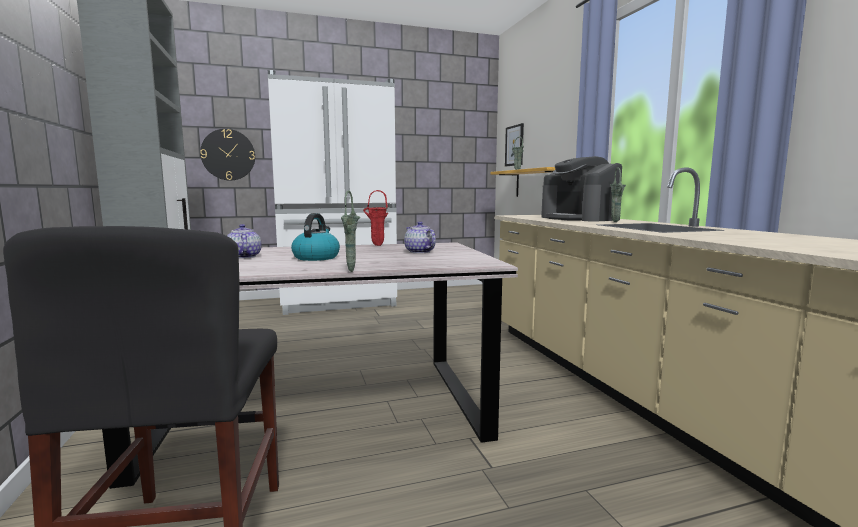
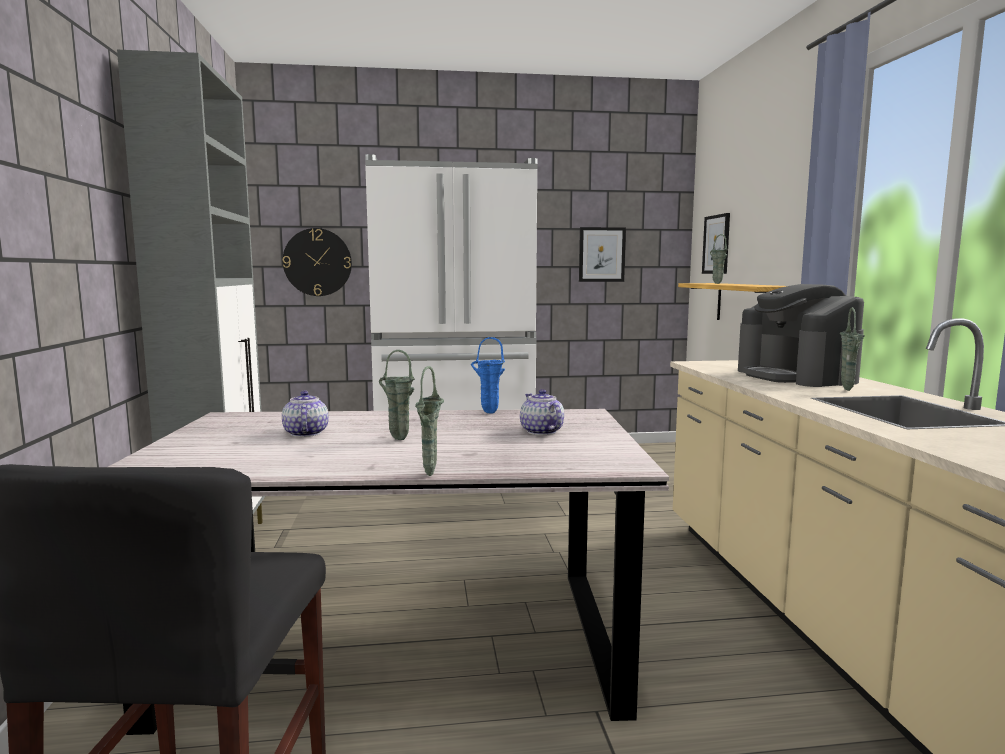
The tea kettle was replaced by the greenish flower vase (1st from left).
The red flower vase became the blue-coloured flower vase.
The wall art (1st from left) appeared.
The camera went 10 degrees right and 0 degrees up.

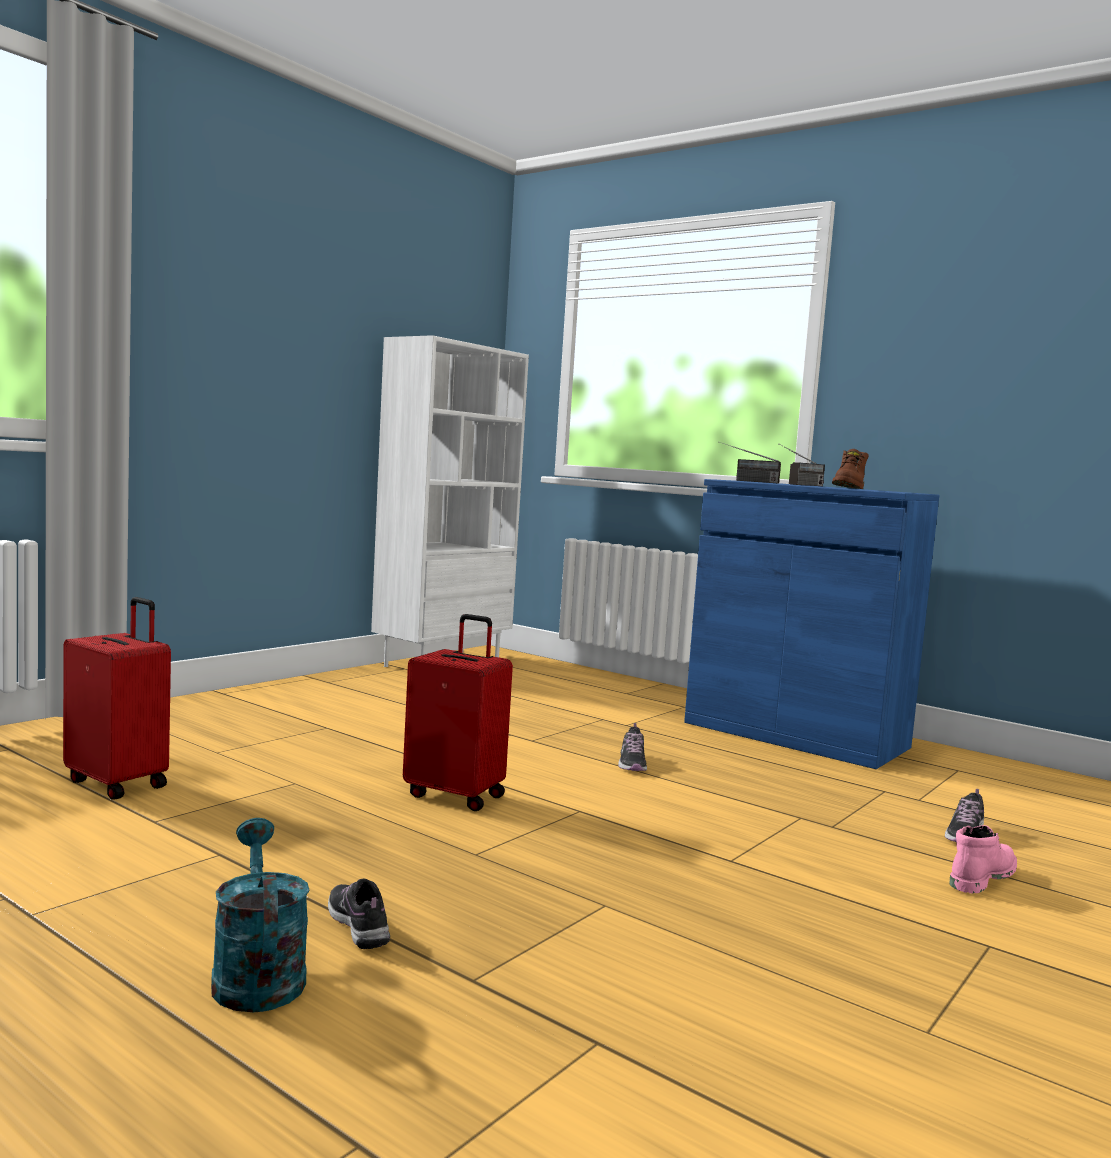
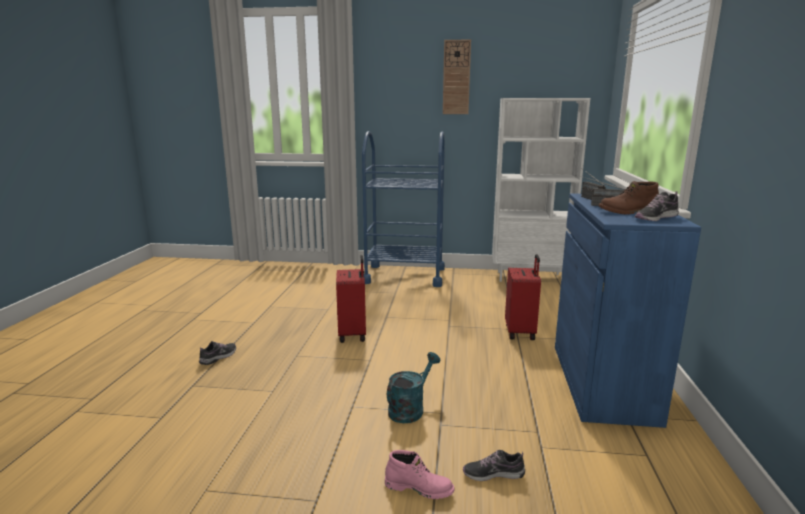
The blue-coloured cart appeared.
The blue-green sprinkling can moved.
The clock on the wall appeared.
The red suitcase (1st from left in the first image) moved.
The shoe (2nd from left in the first image) moved.
The camera went 60 degrees right and 10 degrees up.

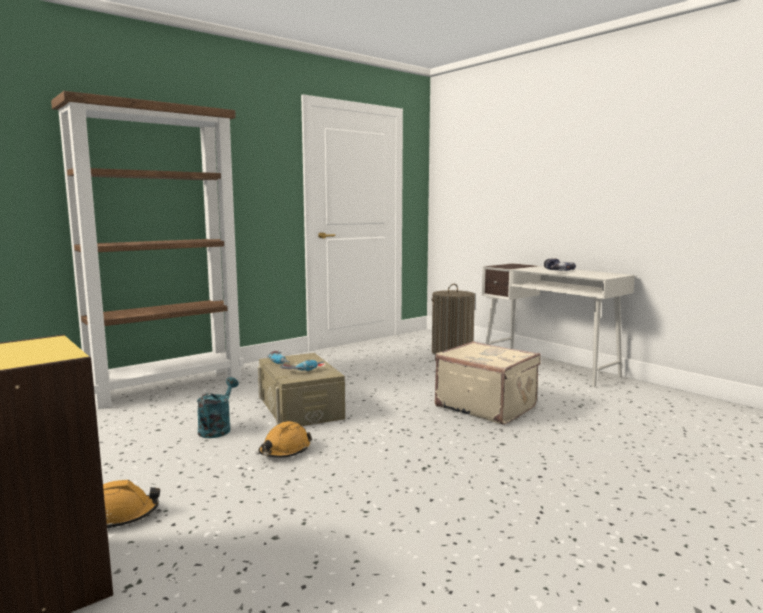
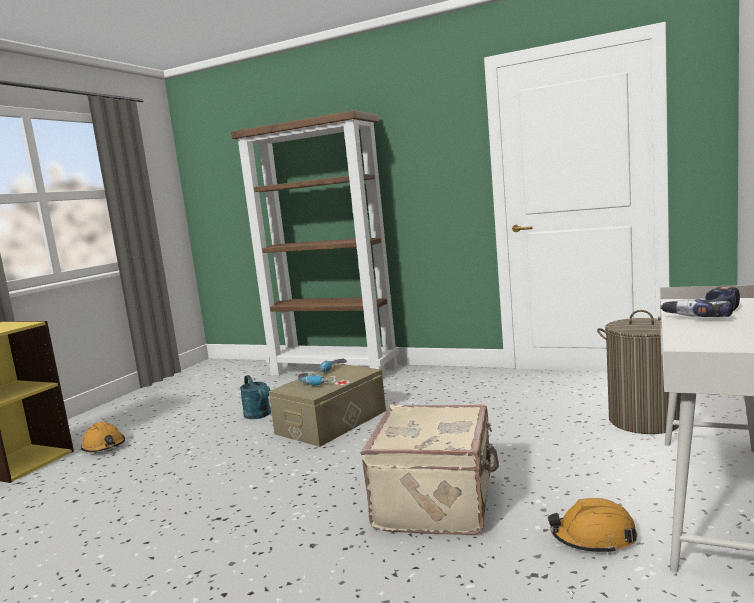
The blue-green sprinkling can turned 75 degrees clockwise.
The orange work helmet (2nd from left) moved.
The camera went 65 degrees right and 0 degrees up.

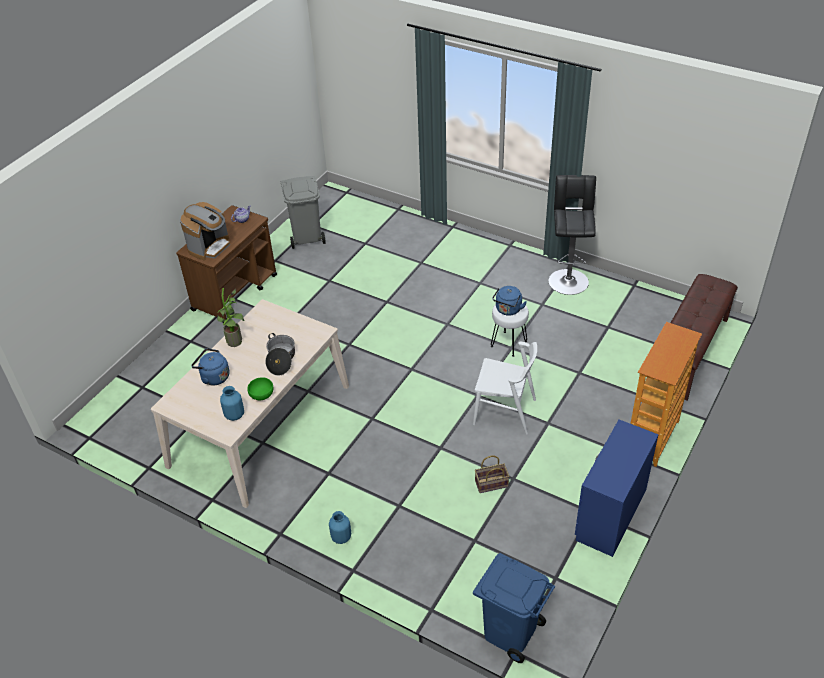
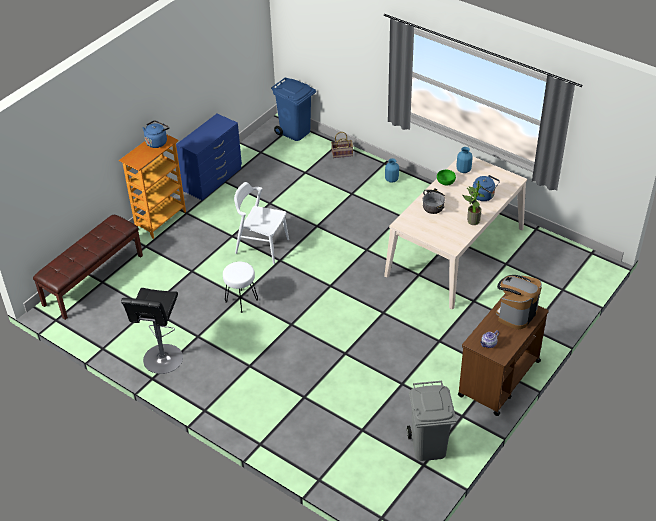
The blue-coloured tea kettle (2nd from left in the first image) moved.
The storage basket moved.
The camera went 175 degrees left and 0 degrees up.

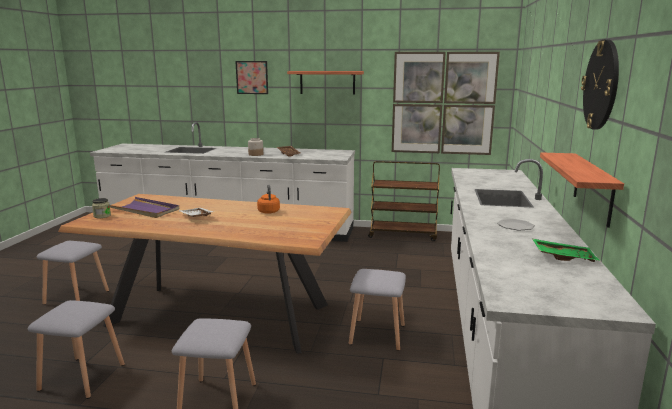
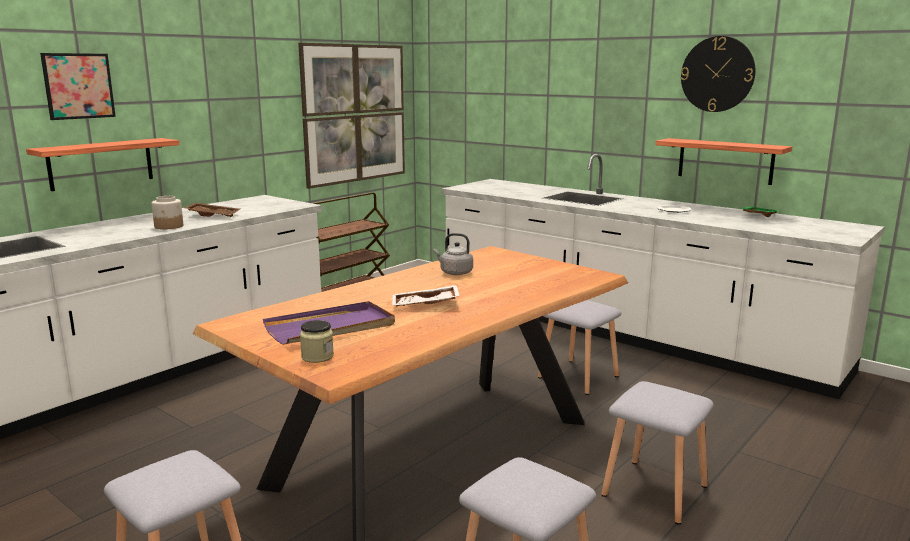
The shelf (1st from left) moved.
The orange tea kettle became the greyish tea kettle.
The camera went 60 degrees left and 0 degrees up.

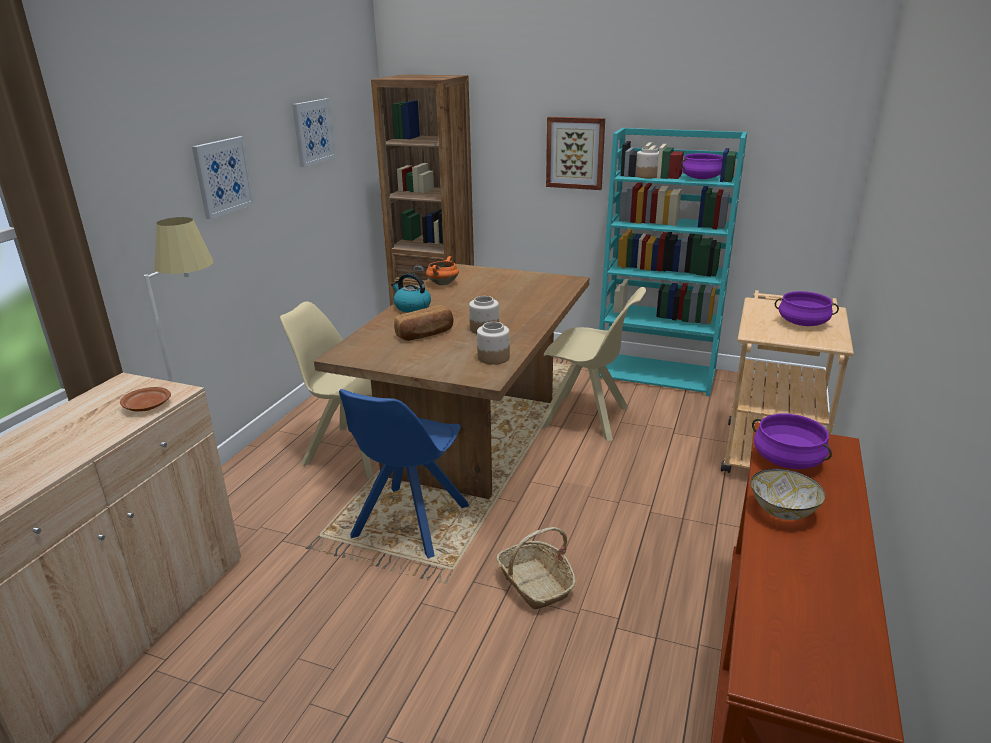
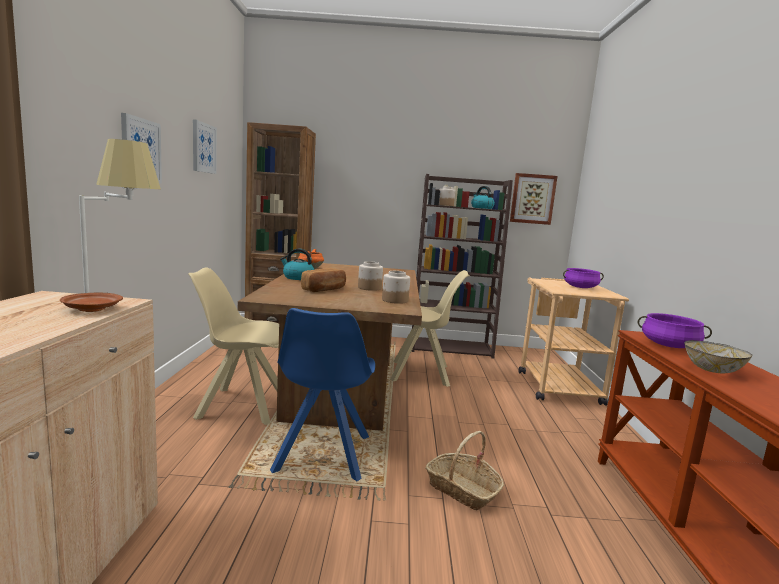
The blue-green bookcase became the brownish bookcase (2nd from left).
The purple-coloured cooking pot (1st from left) was replaced by the tea kettle (2nd from left).
The wall art (3rd from left) moved.
The camera went 20 degrees left and 15 degrees down.

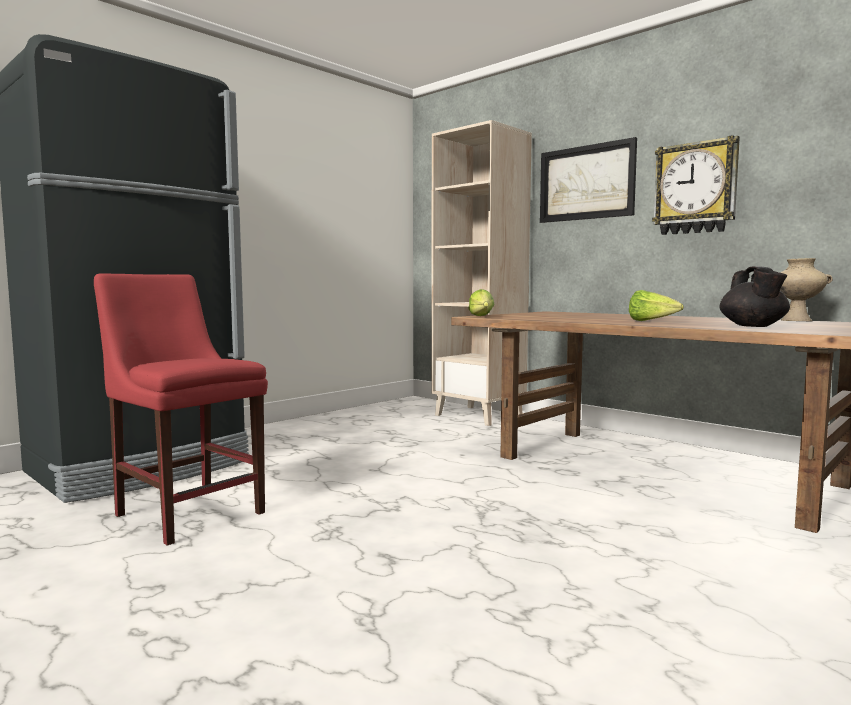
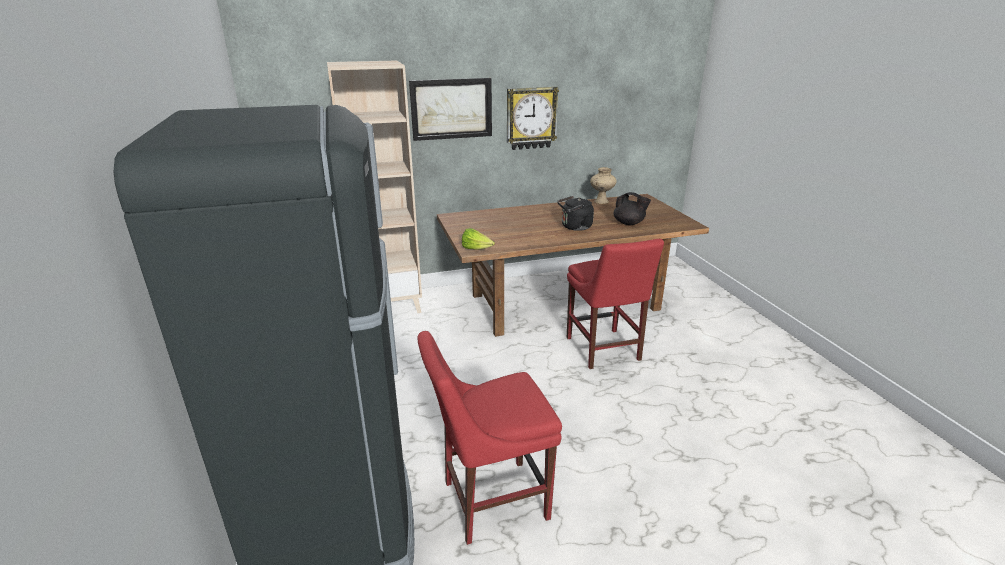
The head of lettuce (2nd from left) was replaced by the black-coloured tea kettle.
The red plain chair (2nd from left) appeared.
The camera went 60 degrees left and 20 degrees up.

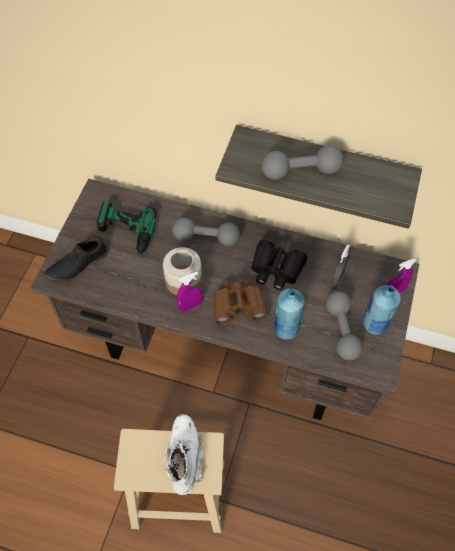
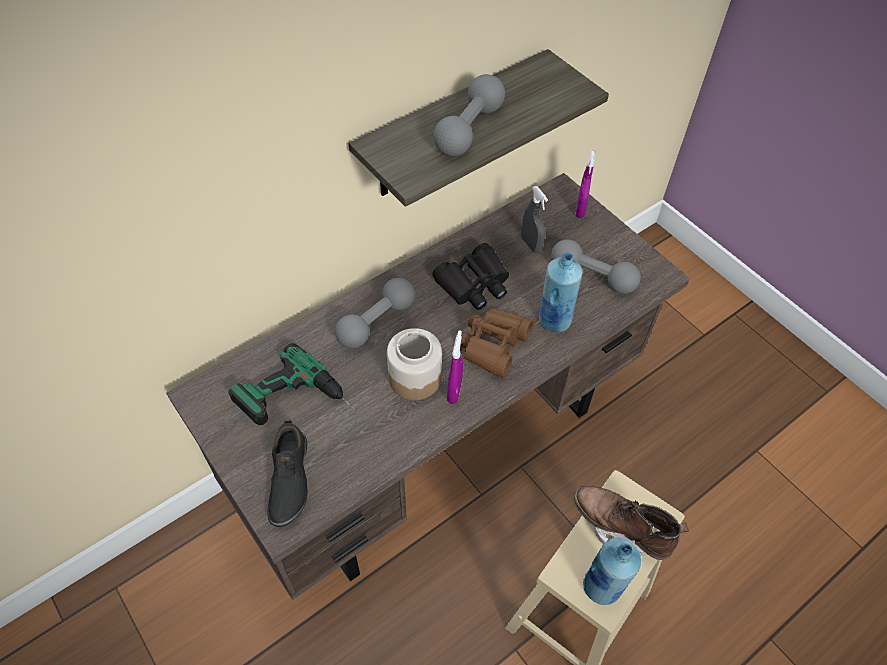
The whitish boot became the brownish boot.
The blue-coloured bottle (2nd from left) moved.
The camera went 55 degrees left and 5 degrees down.

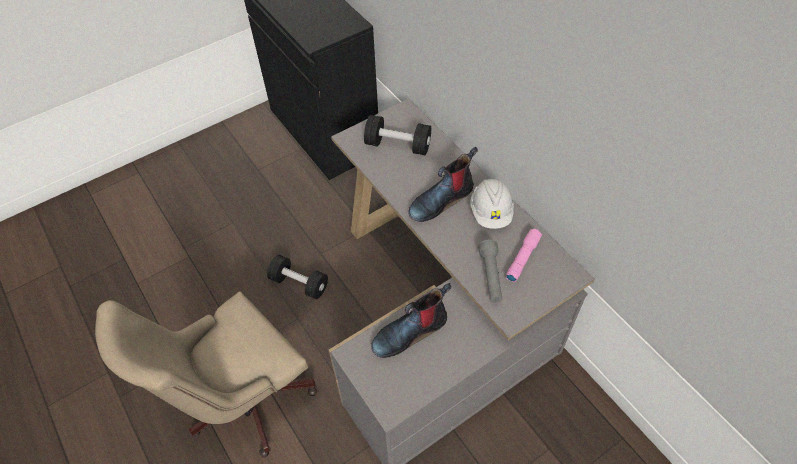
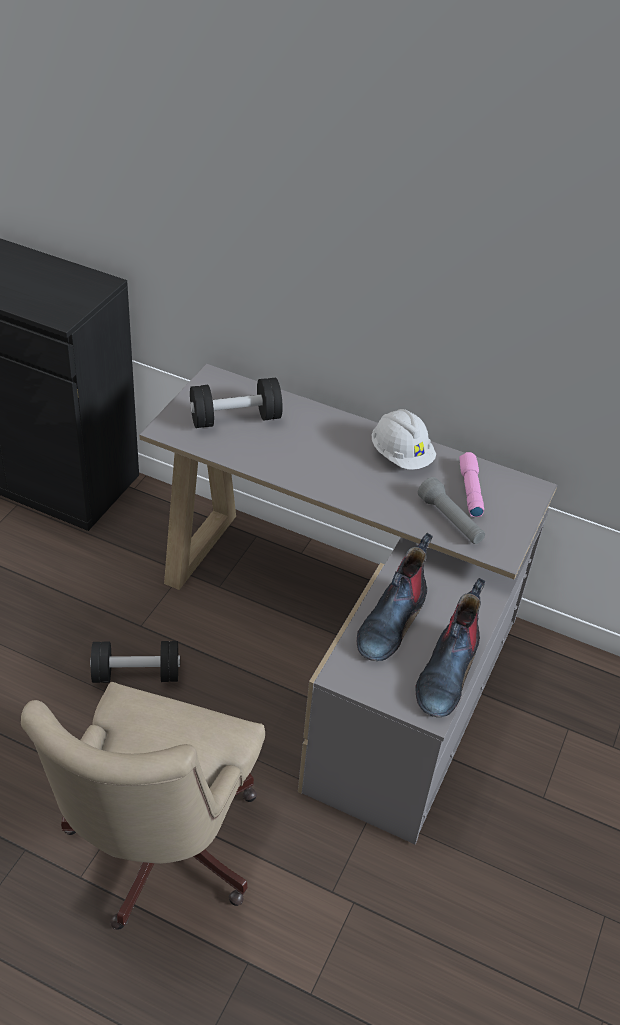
The boot (2nd from left) moved.
The camera went 35 degrees left and 10 degrees down.

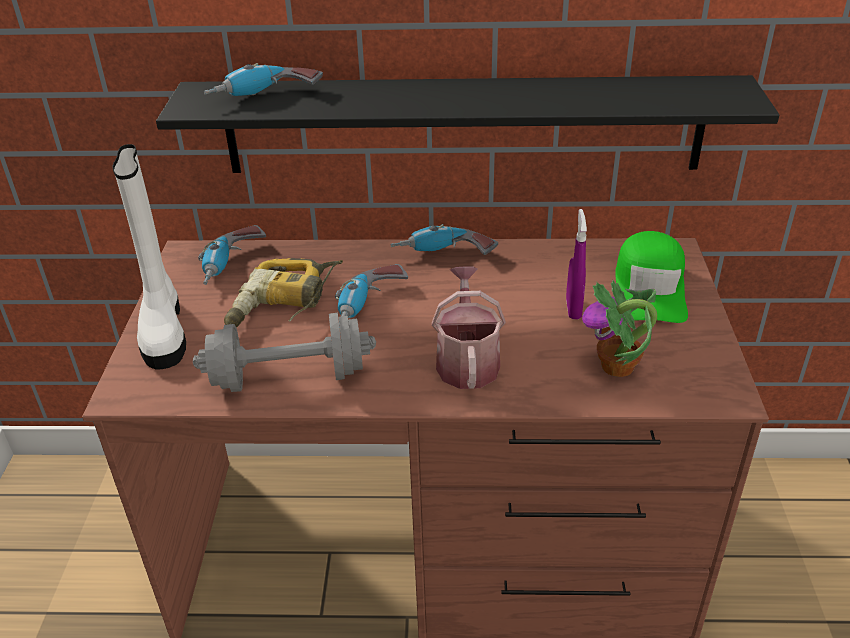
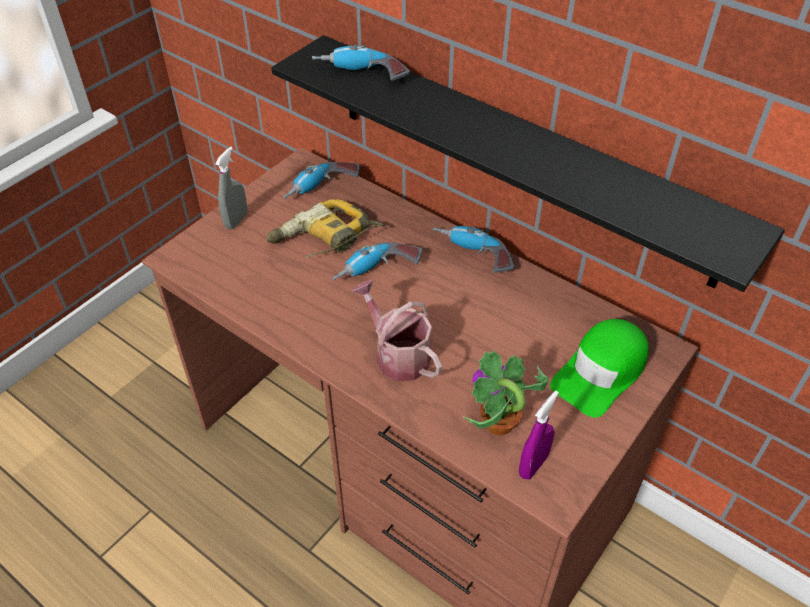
The whitish boot was replaced by the greyish spray bottle.
The sprinkling can turned 75 degrees counterclockwise.
The purple-coloured spray bottle moved.
The greyish free weight disappeared.
The camera went 35 degrees right and 10 degrees up.

